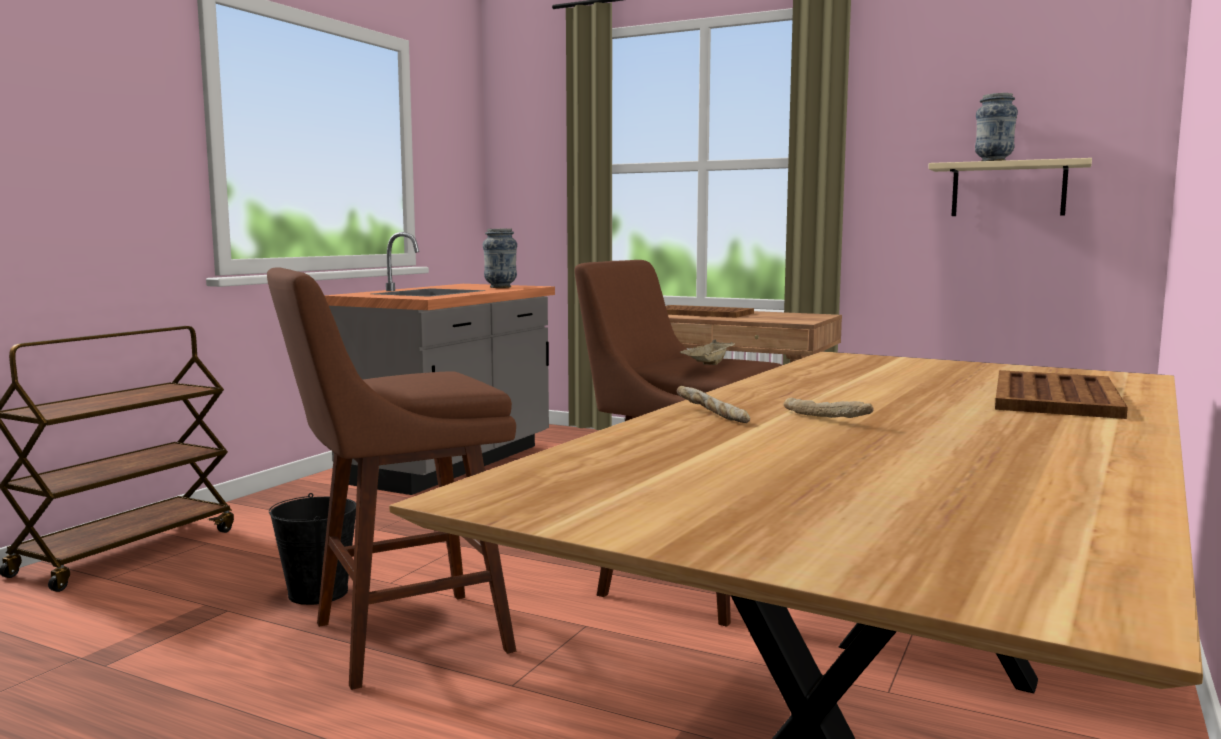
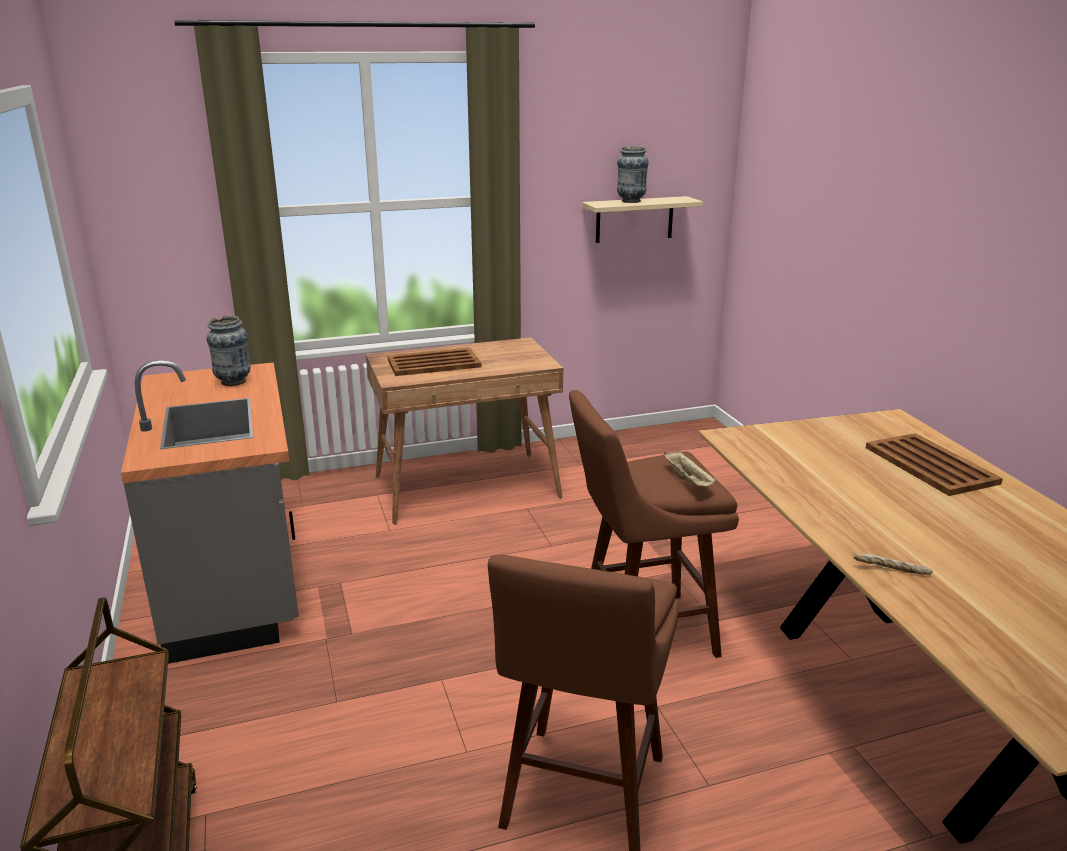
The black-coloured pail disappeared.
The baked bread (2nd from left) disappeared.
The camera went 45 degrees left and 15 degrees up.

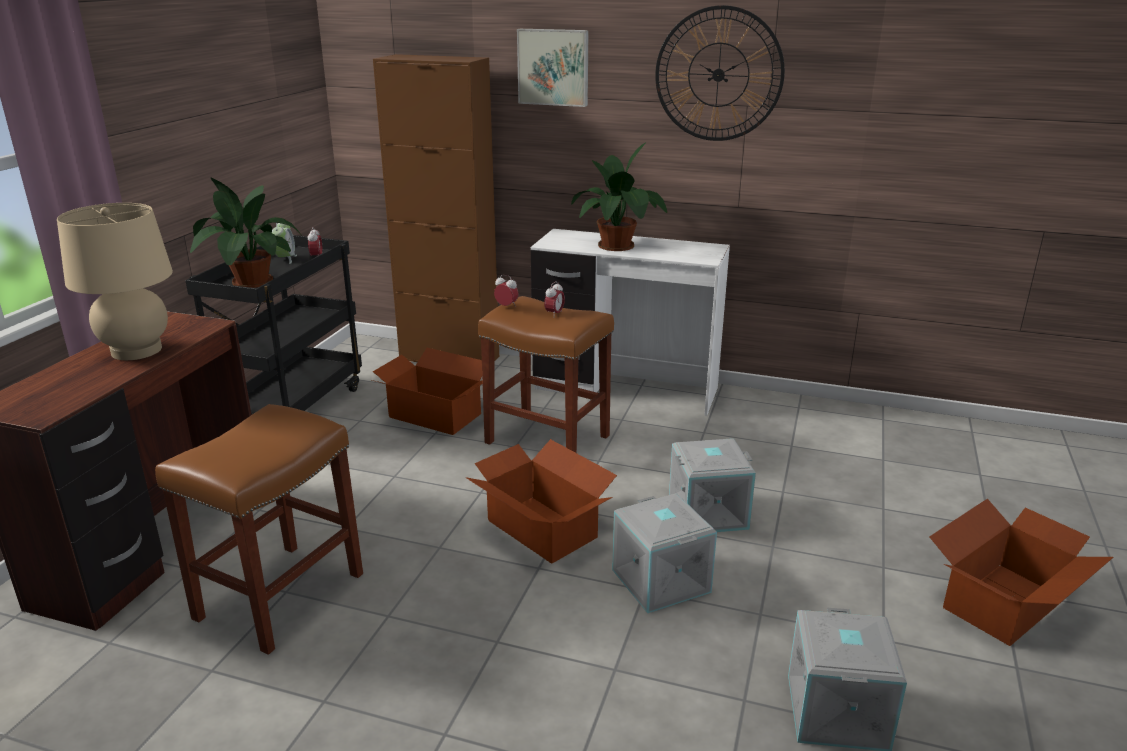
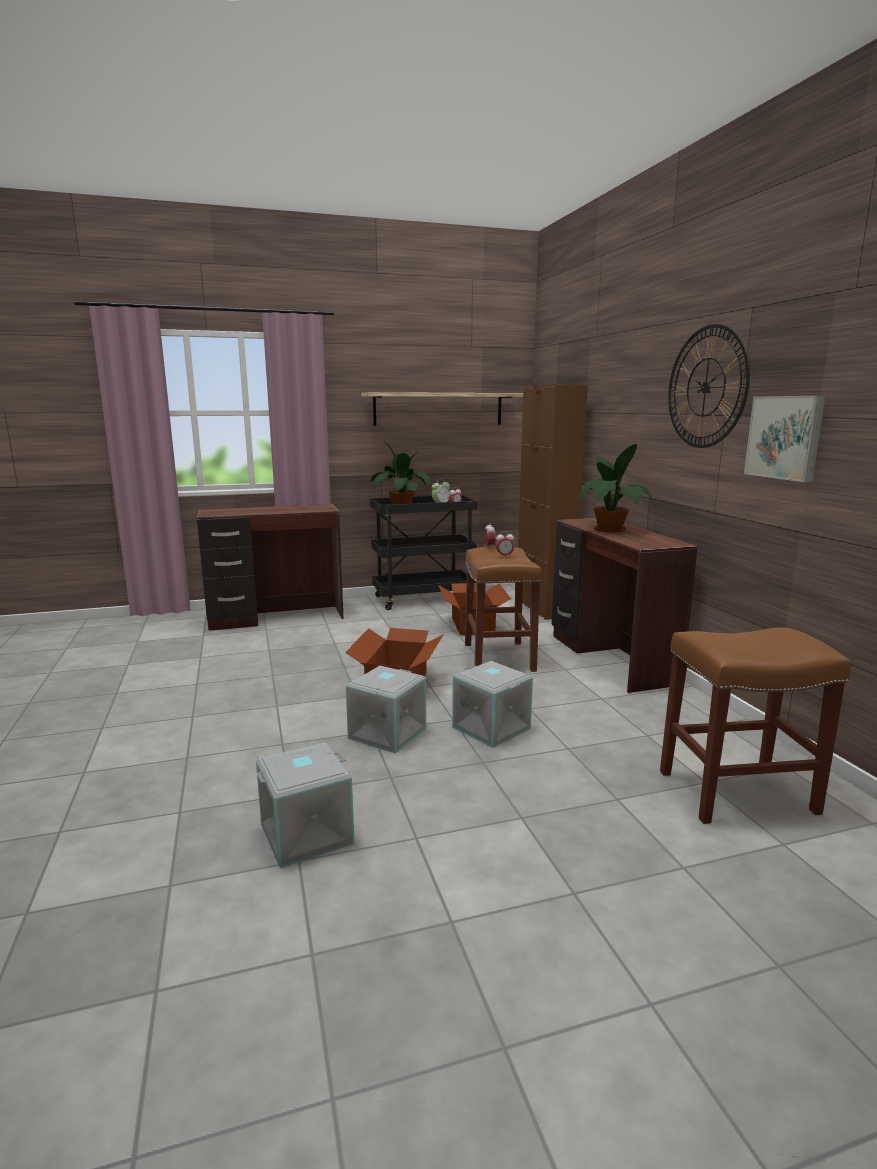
The shelf appeared.
The whitish desk unit became the brownish desk unit (2nd from left).
The brownish sitting stool (1st from left in the first image) moved.
The wall art moved.
The beige-coloured tabletop lamp disappeared.
The carton (3rd from left) disappeared.
The camera went 55 degrees right and 10 degrees down.

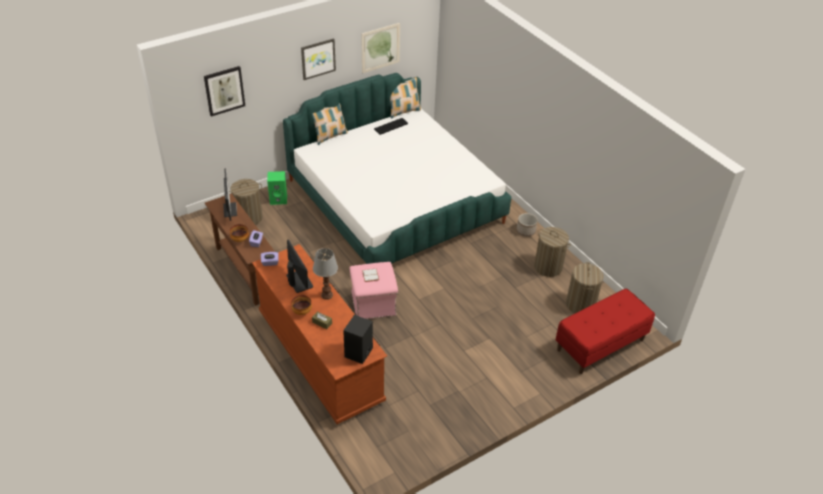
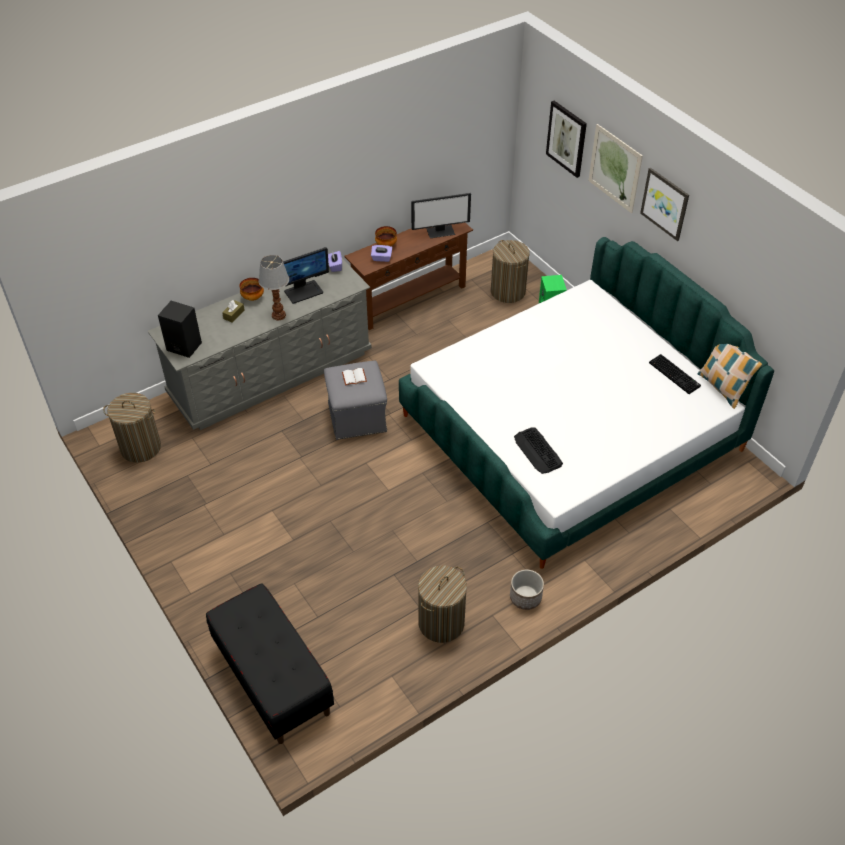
The hamper (3rd from left in the first image) moved.
The brownish chest of drawers became the greyish chest of drawers.
The red long seat became the black-coloured long seat.
The pinkish footrest became the greyish footrest.
The keyboard (1st from left) appeared.
The wall art (3rd from left in the first image) moved.
The cushion (1st from left) disappeared.
The camera went 90 degrees right and 5 degrees up.

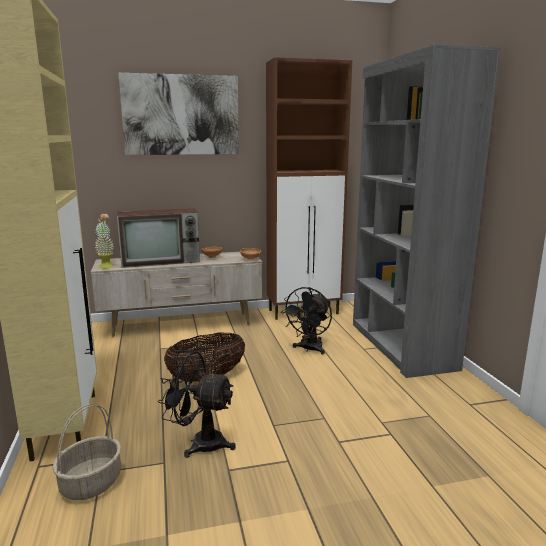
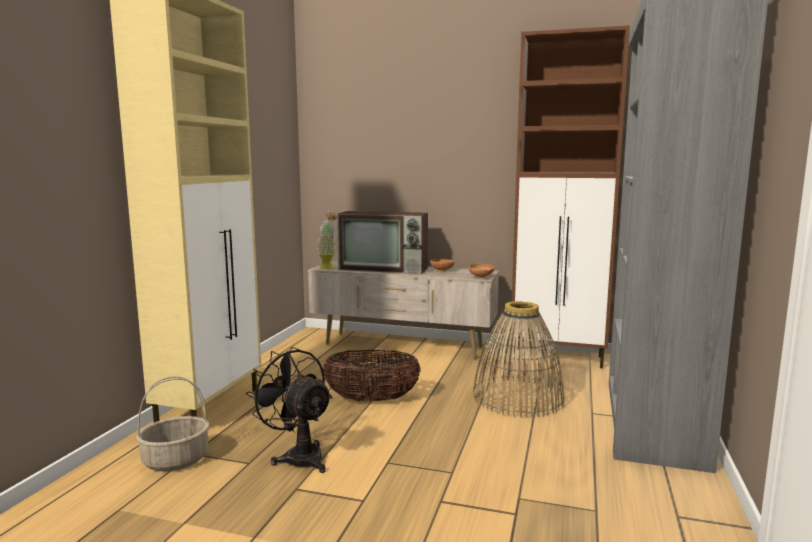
The black-coloured electric fan (2nd from left) was replaced by the storage basket (3rd from left).
The wall art disappeared.
The camera went 30 degrees right and 5 degrees down.

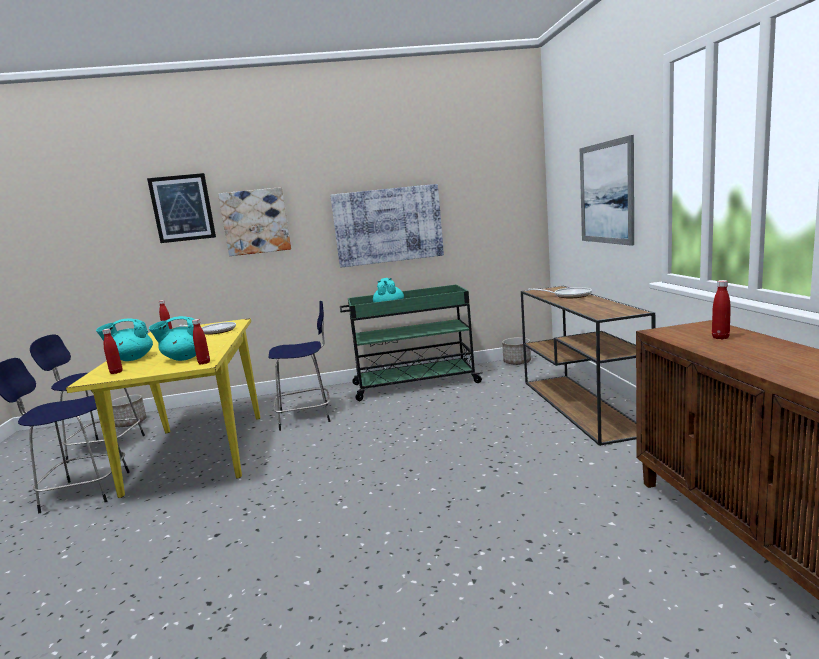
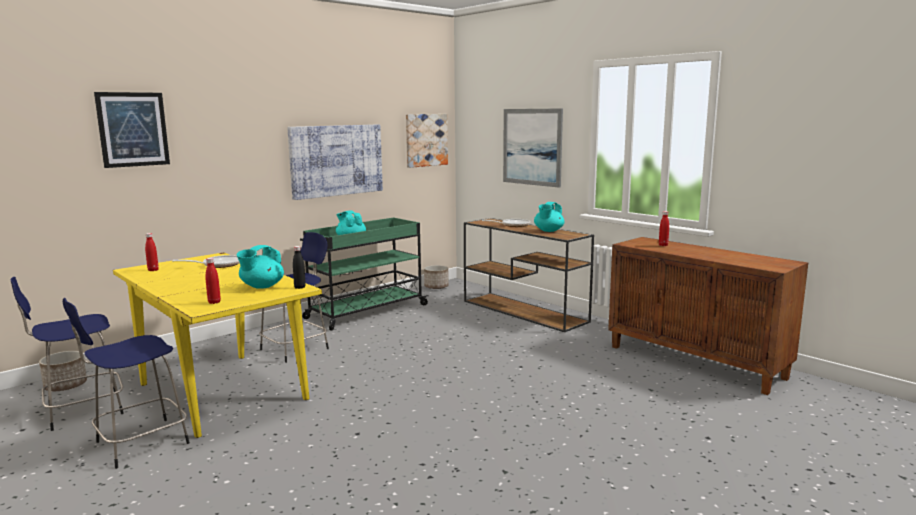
The red bottle (3rd from left) became the black-coloured bottle.
The wall art (2nd from left in the first image) moved.
The blue-green pot for tea (1st from left in the first image) moved.
The camera went 35 degrees left and 0 degrees up.

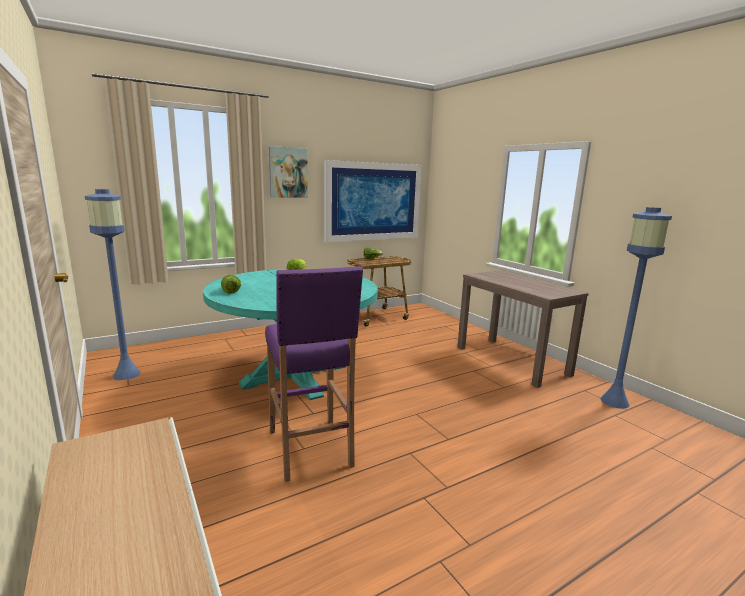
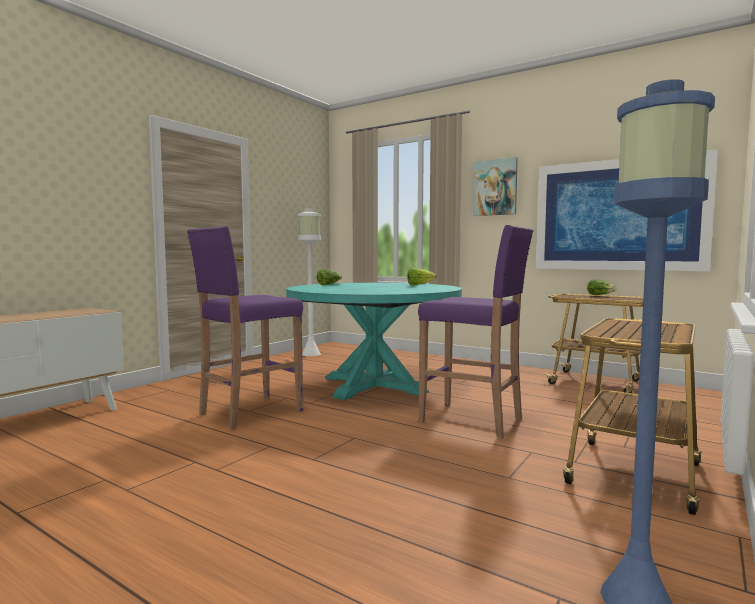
The blue-coloured standard lamp (1st from left) became the whitish standard lamp.
The purple-coloured sitting stool (2nd from left) appeared.
The brownish hall table was replaced by the cart (2nd from left).
The camera went 65 degrees right and 10 degrees down.

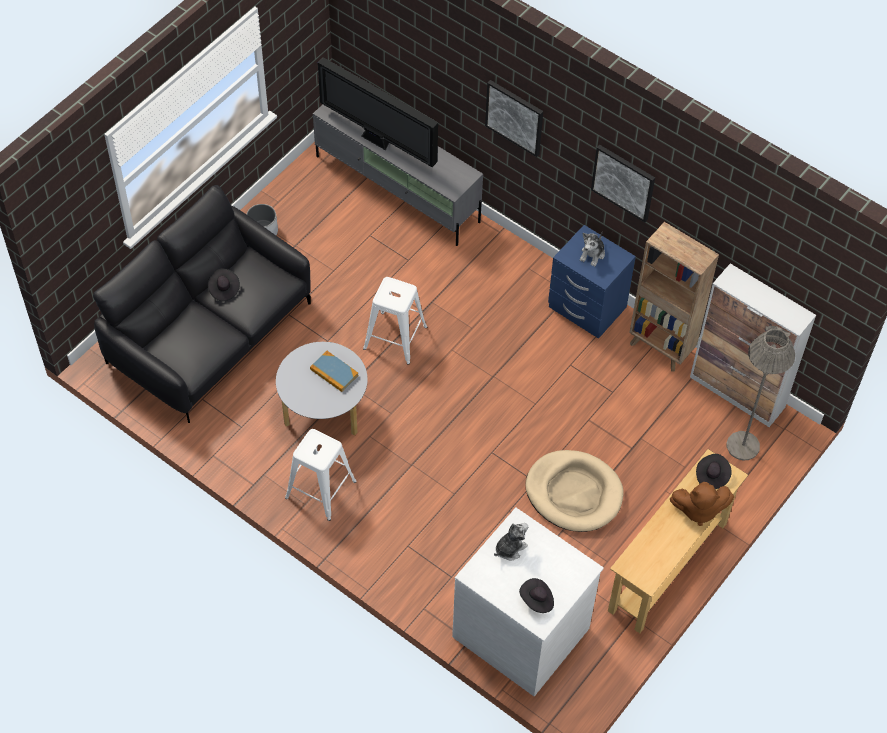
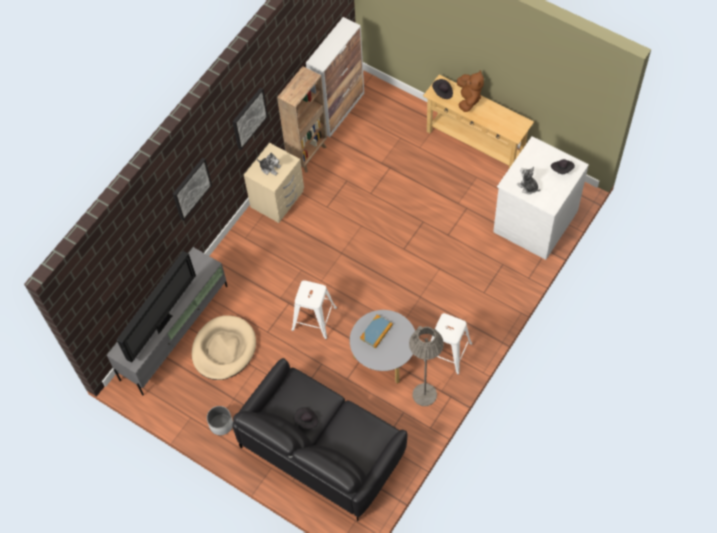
The beige-coloured pet bed moved.
The blue-coloured bedside table became the beige-coloured bedside table.
The greyish standard lamp moved.
The camera went 90 degrees left and 5 degrees up.

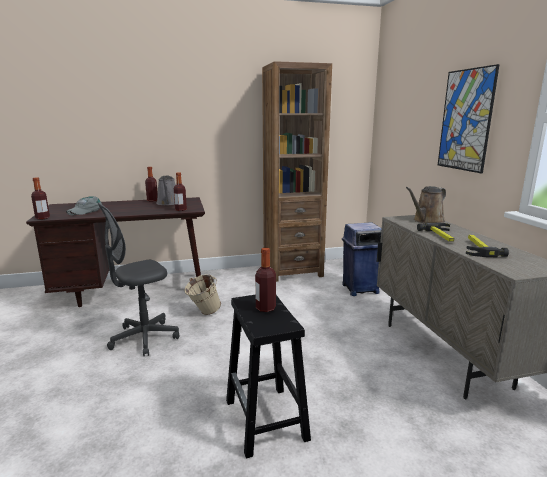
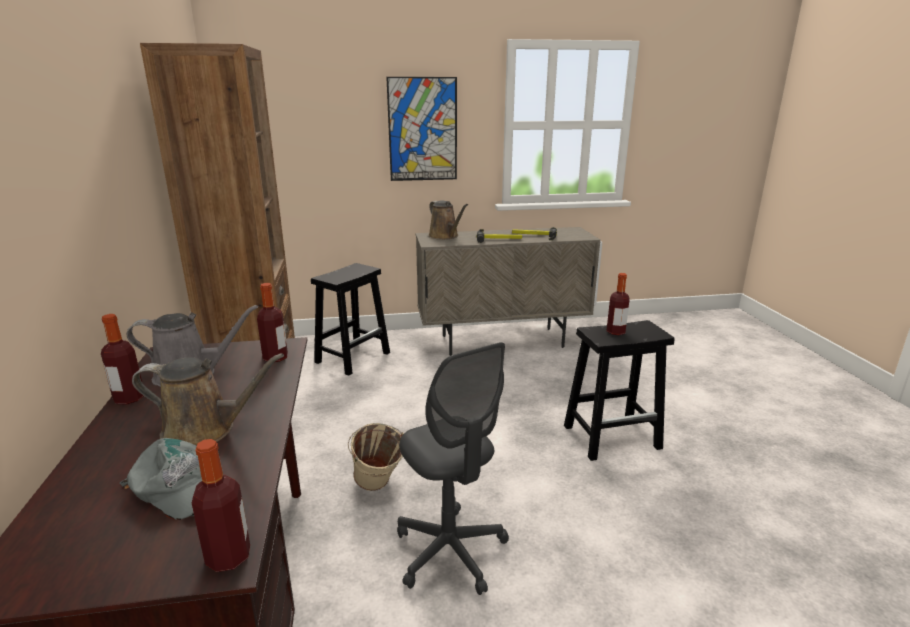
The brownish sprinkling can (1st from left) appeared.
The blue-coloured rubbish bin was replaced by the black-coloured sitting stool (1st from left).
The camera went 85 degrees left and 5 degrees up.

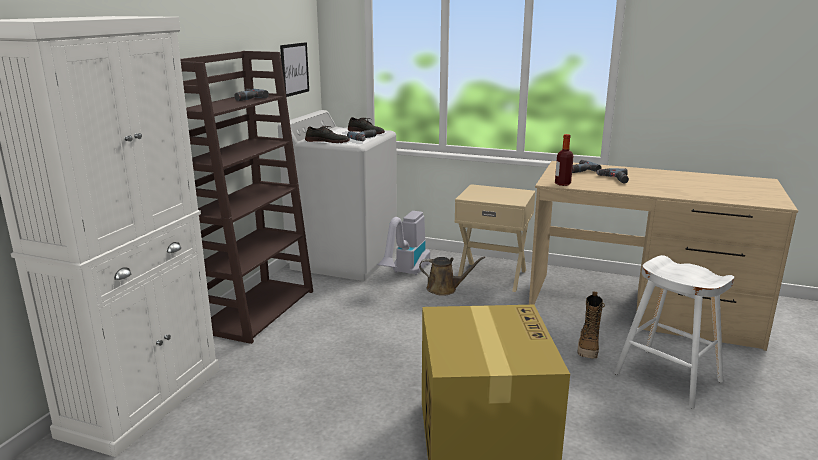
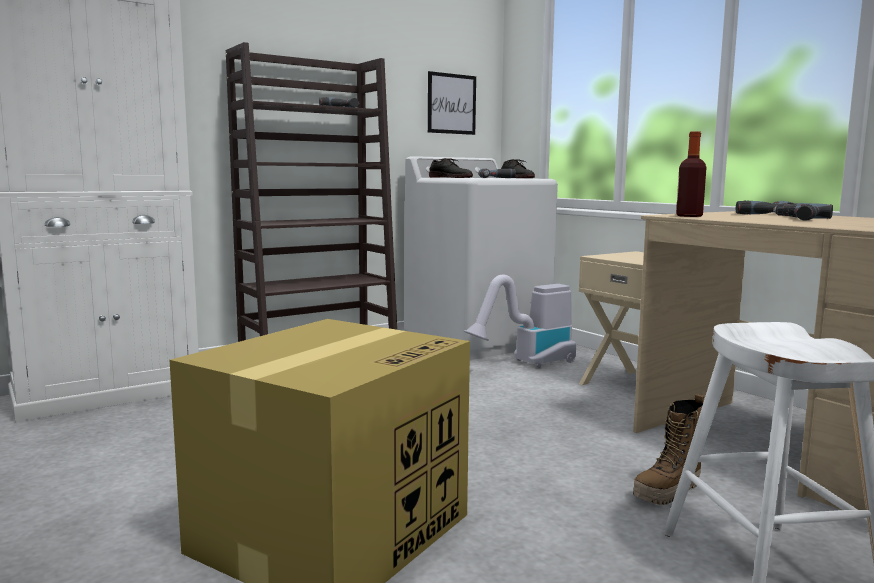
The brownish sprinkling can disappeared.
The camera went 35 degrees right and 10 degrees down.

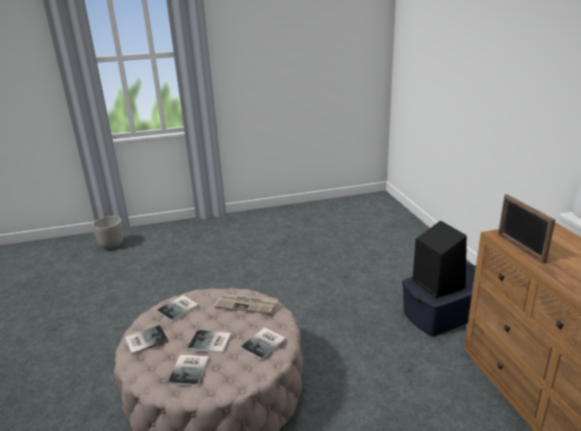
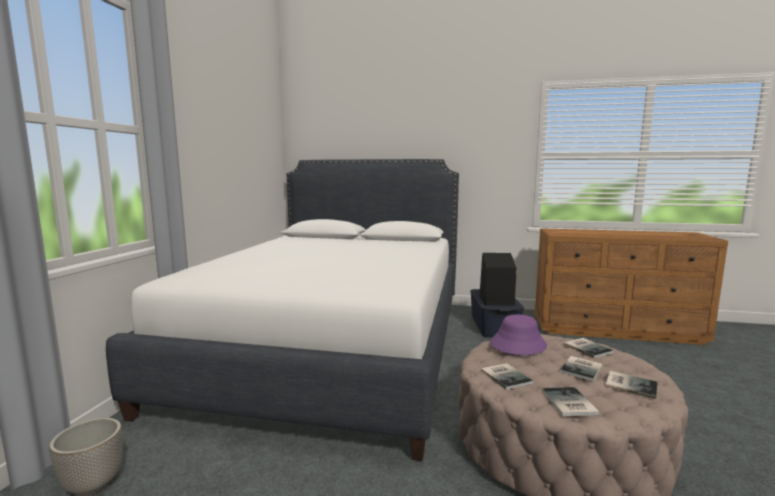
The whitish sleeping bed appeared.
The daily paper was replaced by the purple-coloured clothing hat.
The photo frame disappeared.
The camera went 65 degrees left and 15 degrees down.

